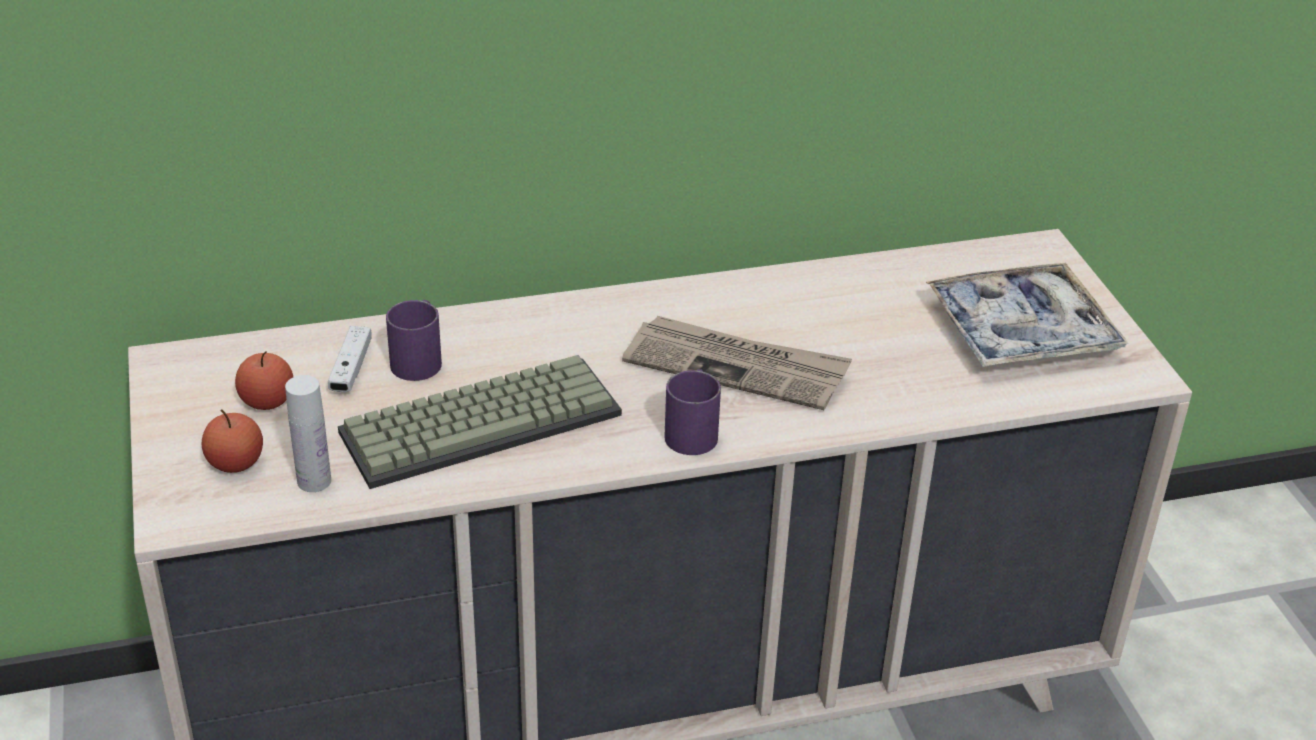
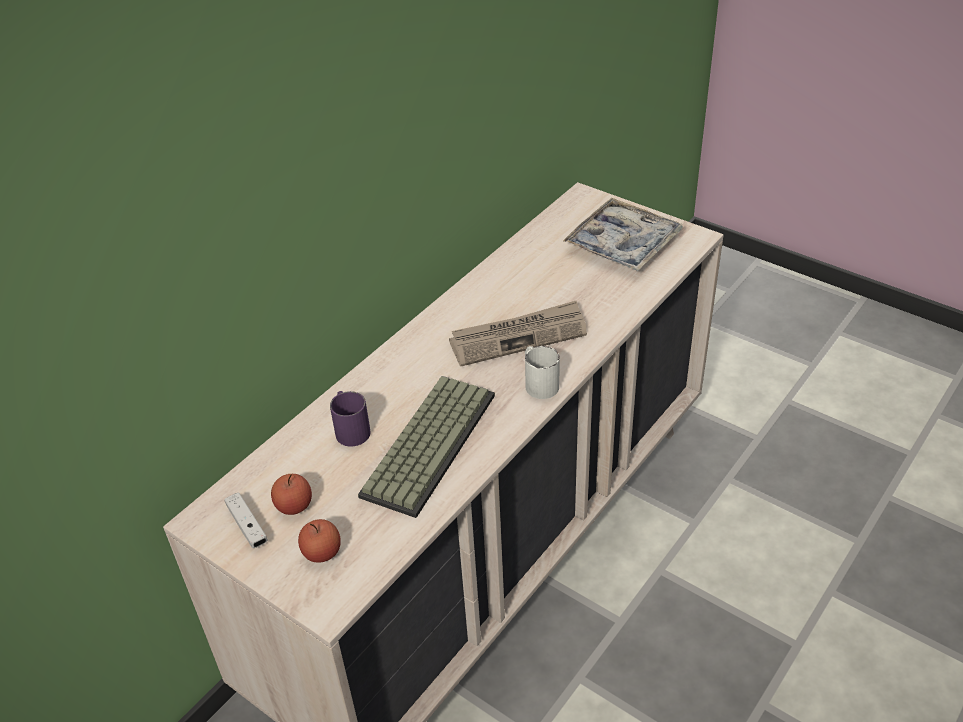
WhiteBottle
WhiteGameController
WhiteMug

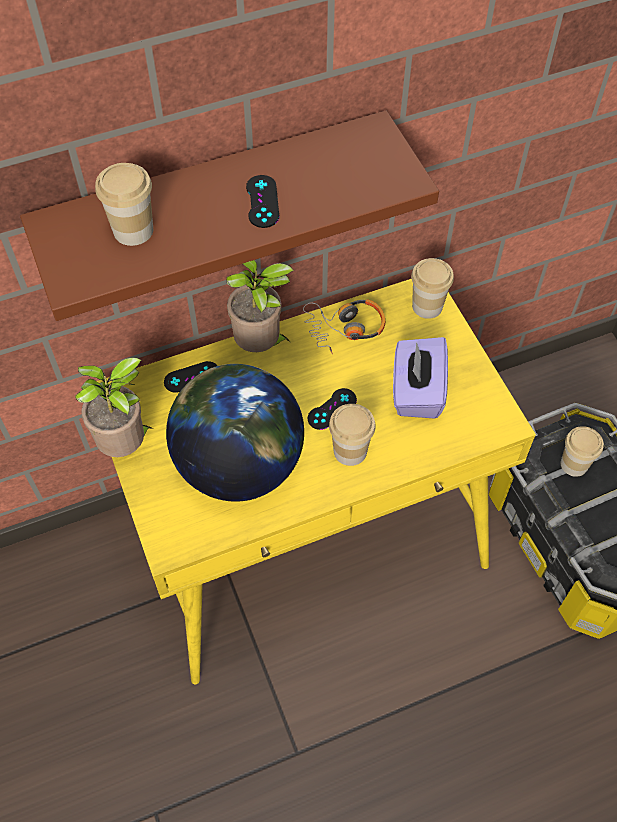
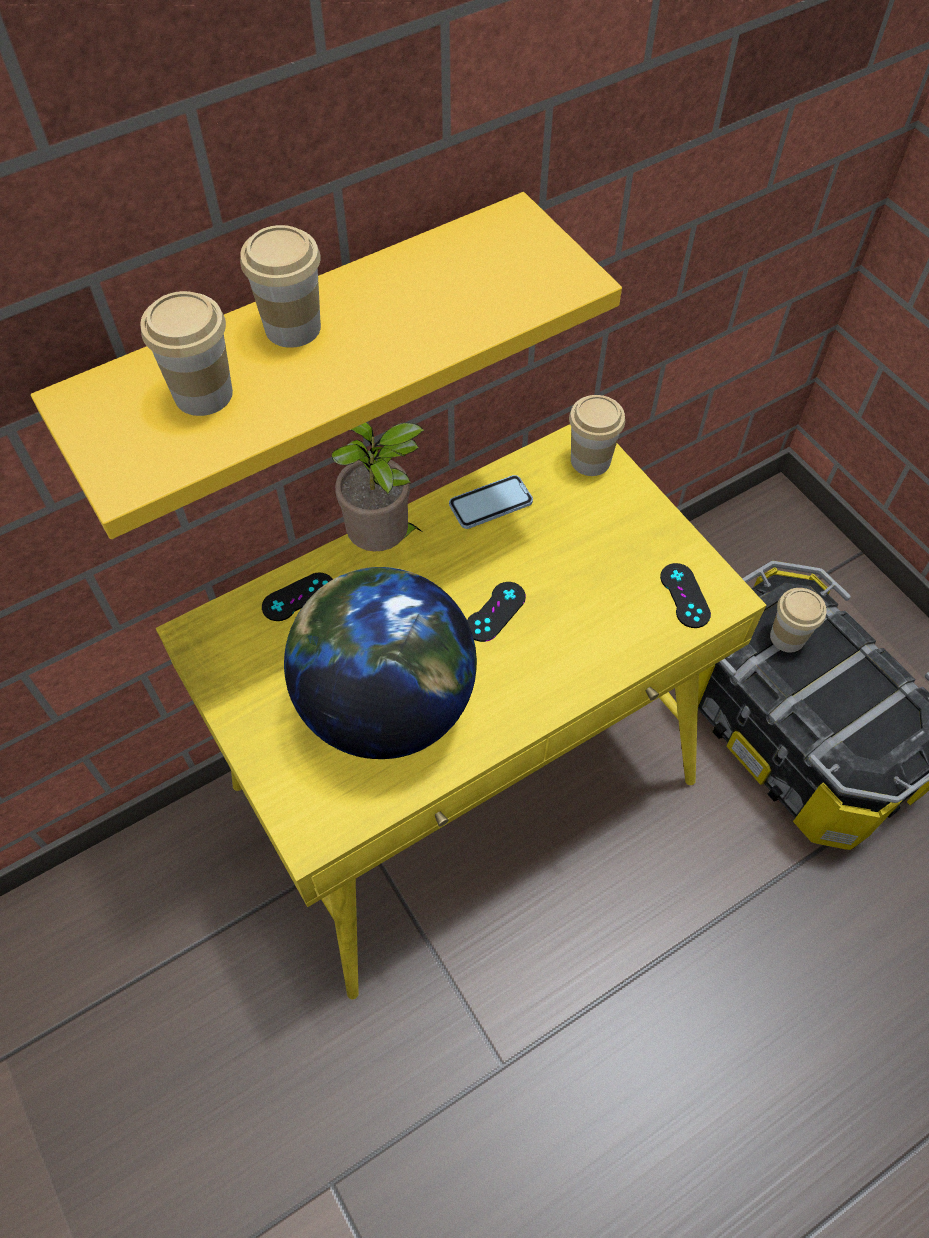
PottedPlant (no. 1 from left in the first image)
PurpleTissueBox
BlackGameController (no. 3 from left)
Cup (no. 2 from left)
Phone
YellowShelf

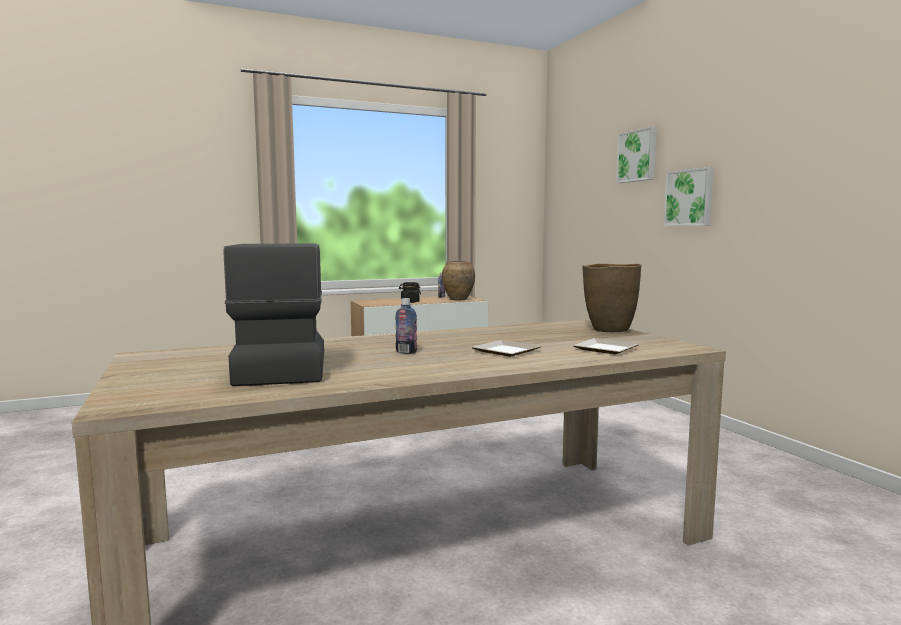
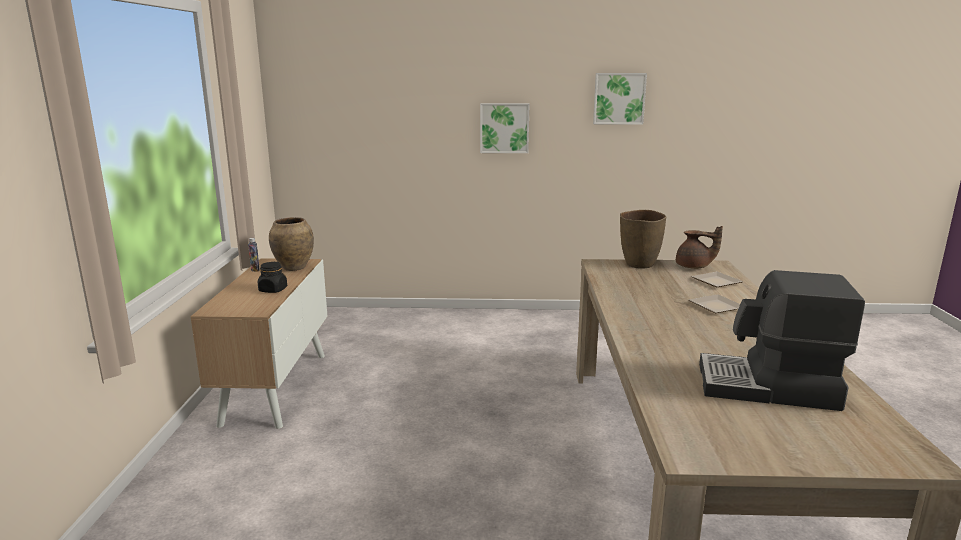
Bottle (no. 1 from left in the first image)
BrownTeapot
Picture (no. 2 from left)

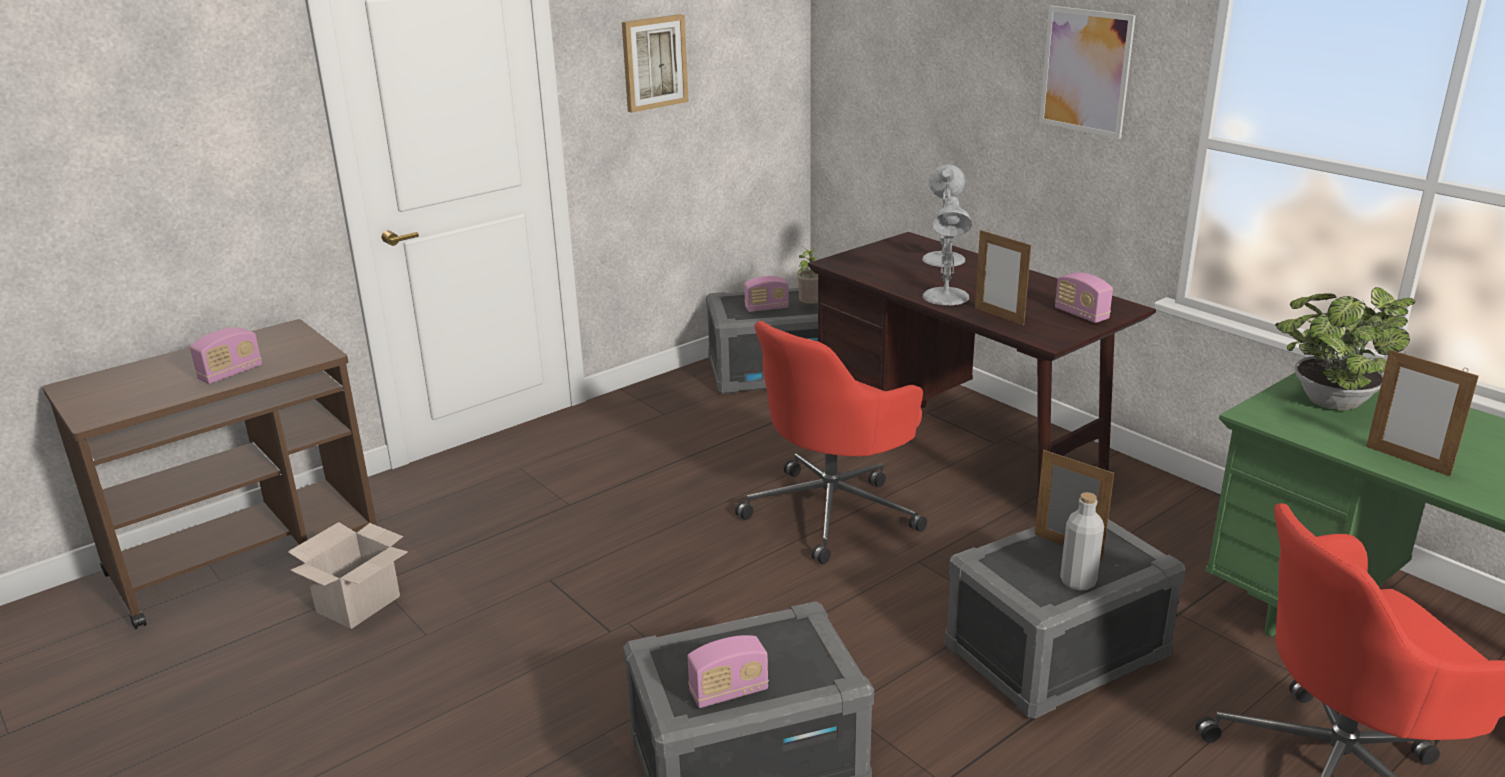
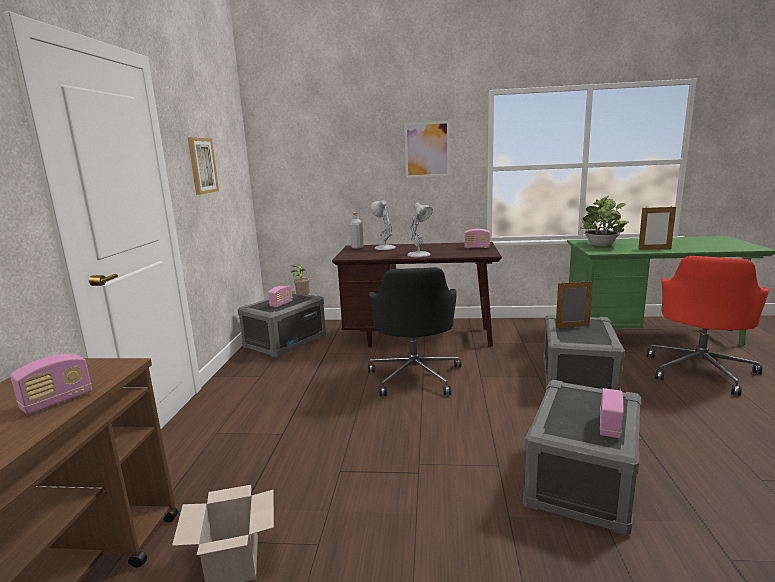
PictureFrame (no. 1 from left in the first image)
GreyBottle
BlackOfficeChair
Radio (no. 1 from left)

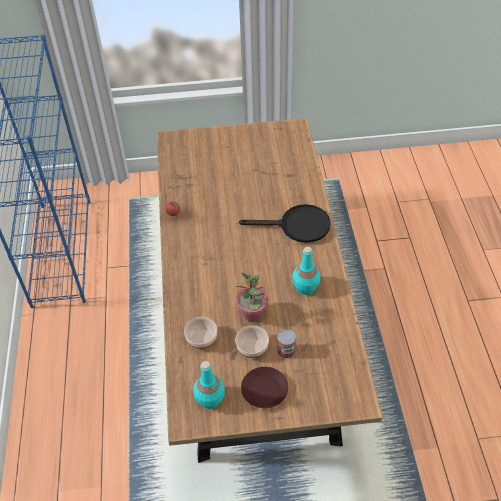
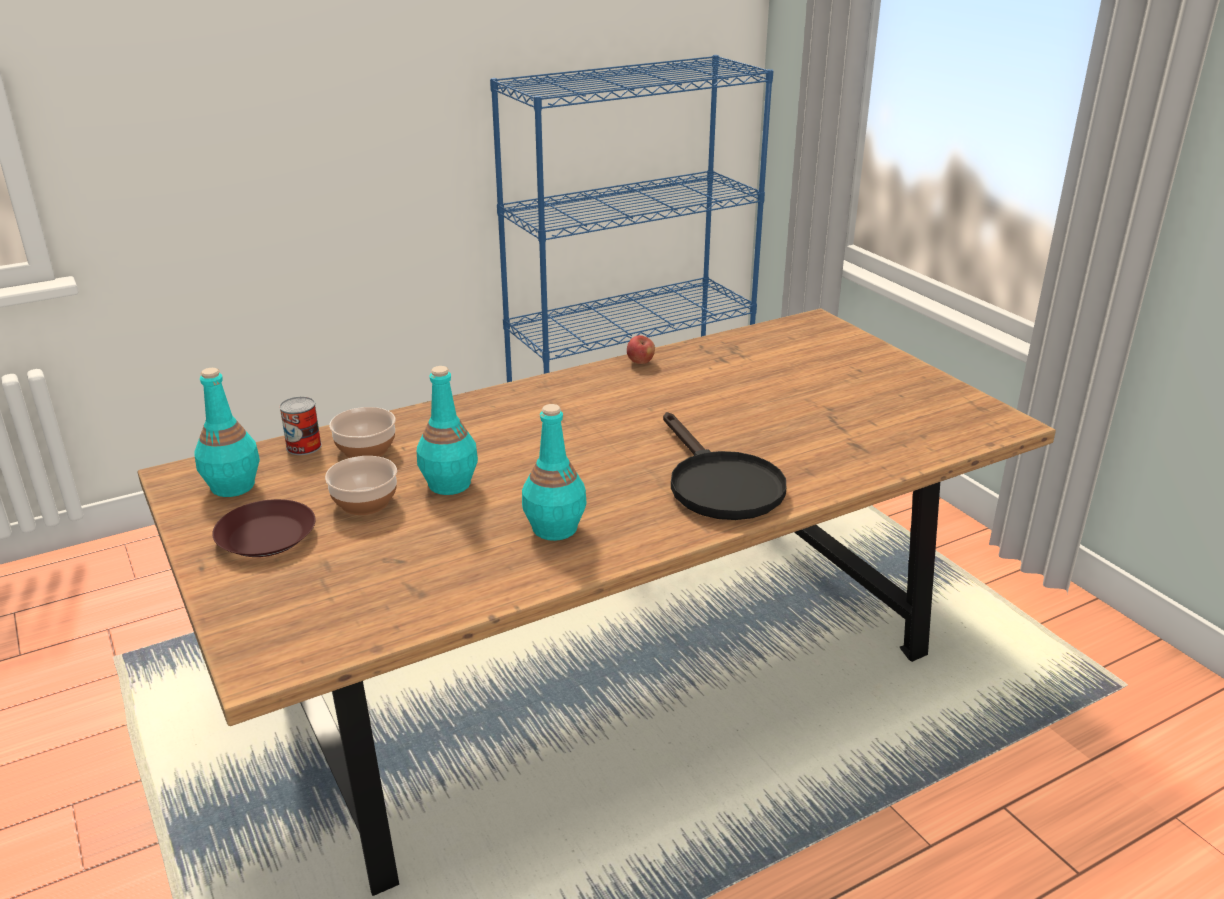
Can
TurquoiseBottle (no. 2 from left)

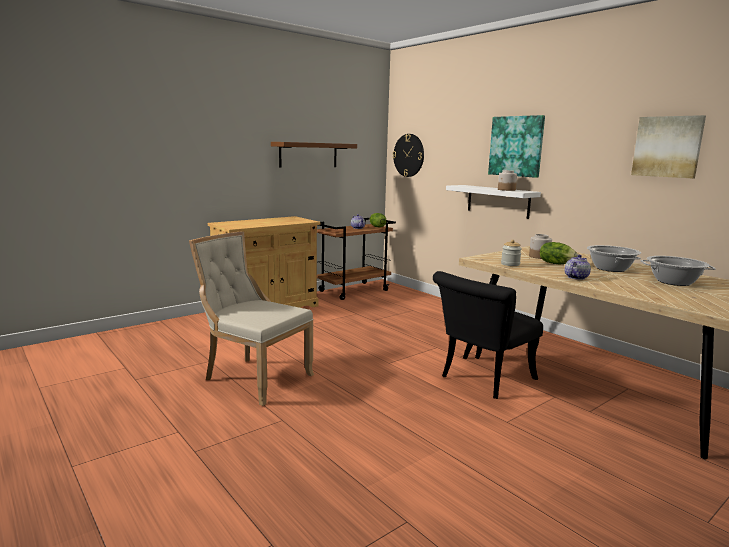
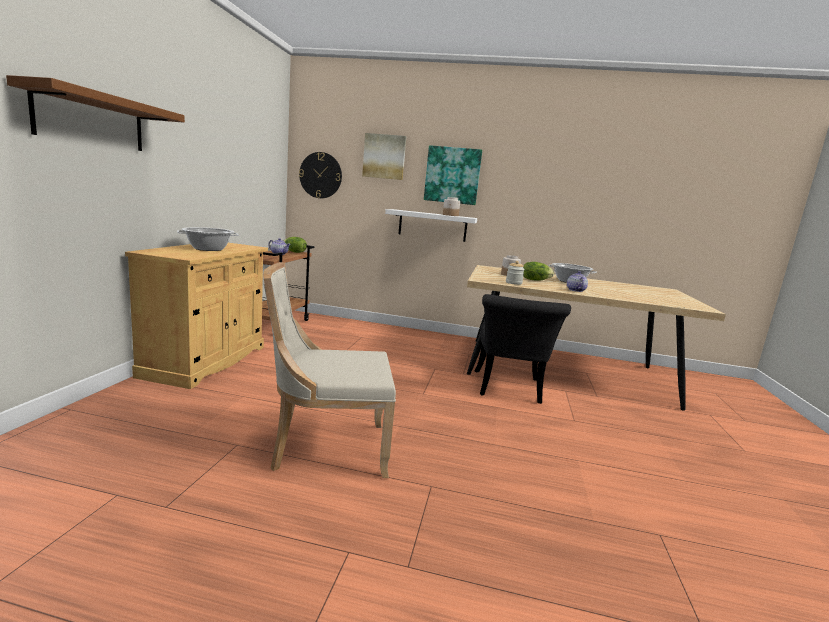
BrownShelf
Picture (no. 1 from left)
CookingPot (no. 1 from left)

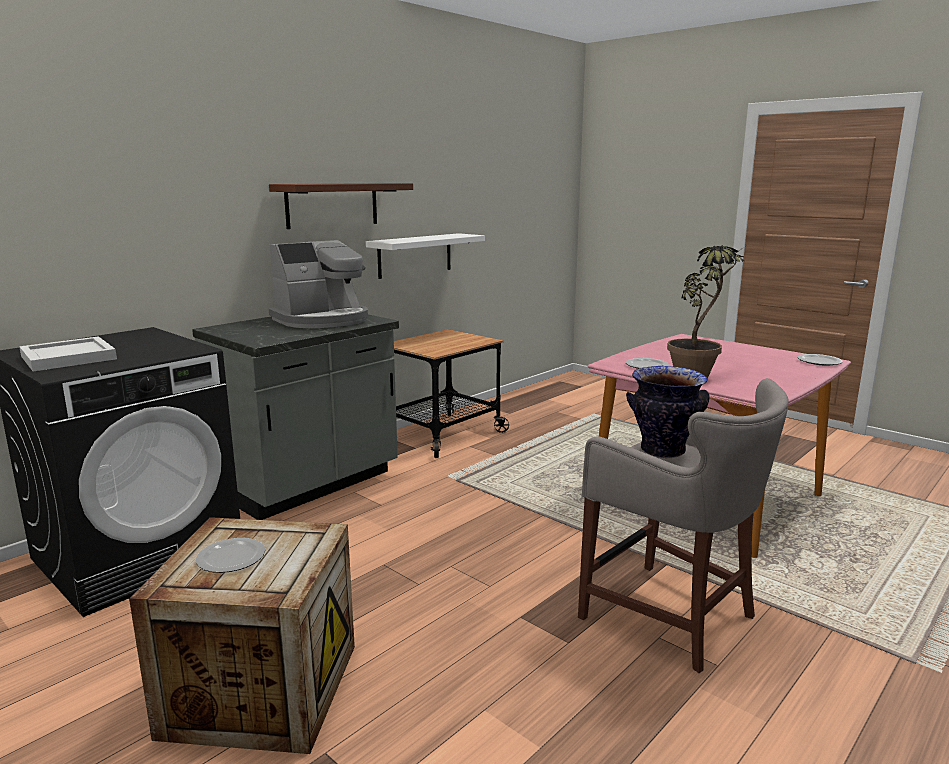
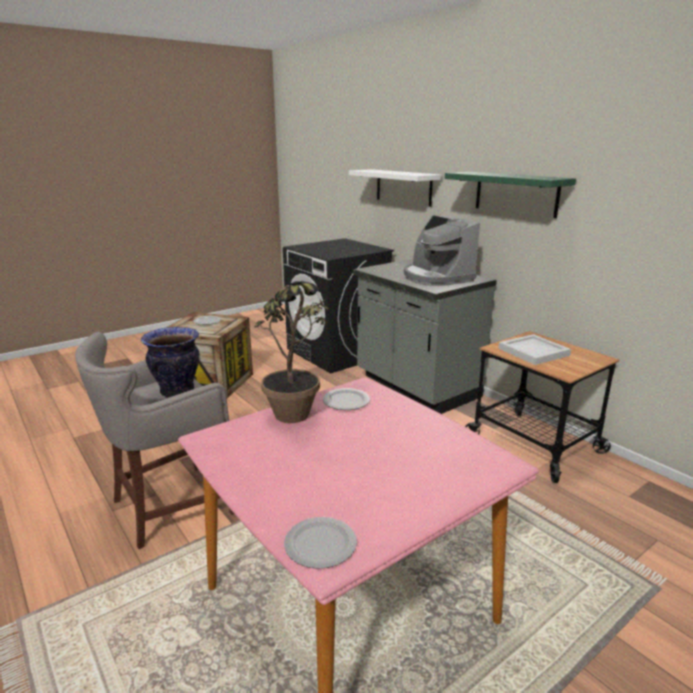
WhiteTray
WhiteShelf
GreenShelf

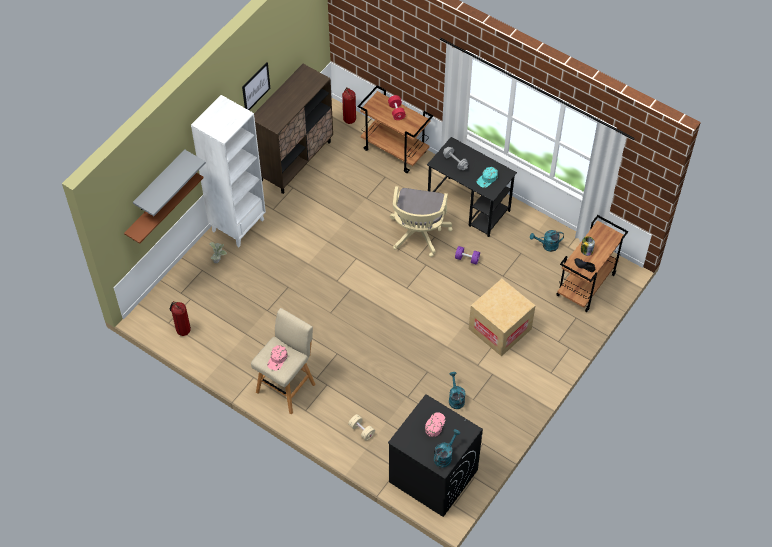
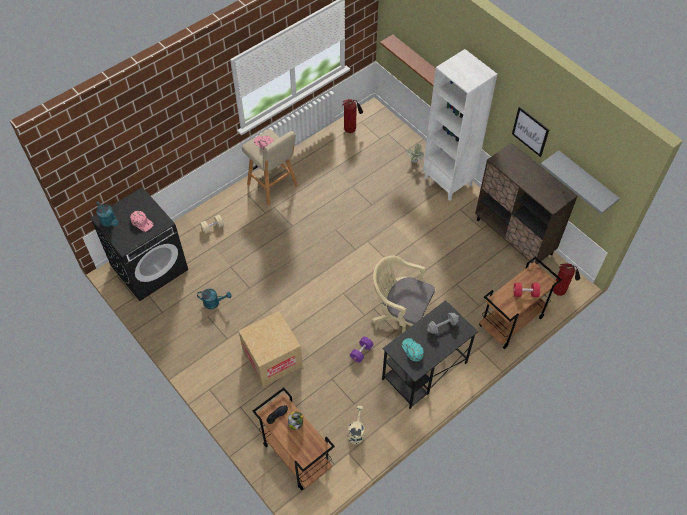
GreyShelf
BeigeWateringCan

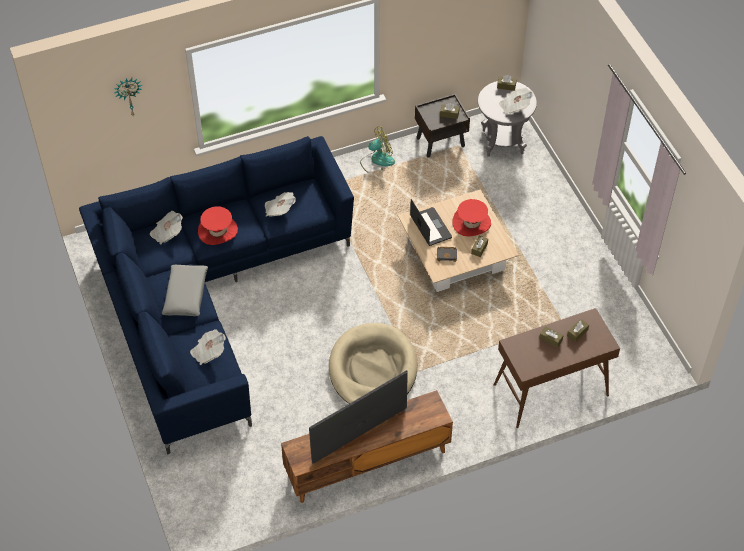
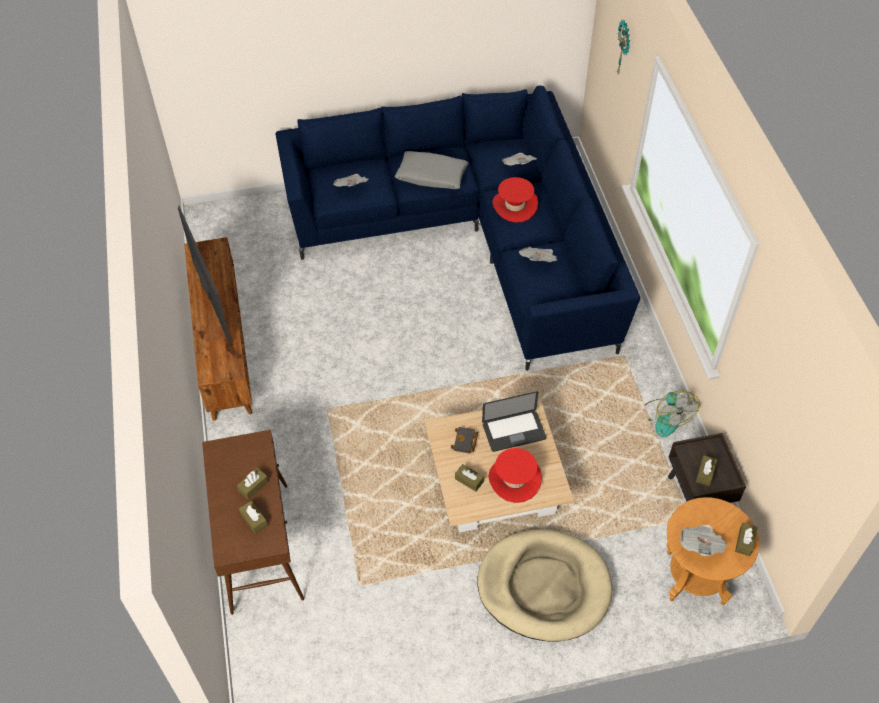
BeigeDogBed
BrownSideTable

